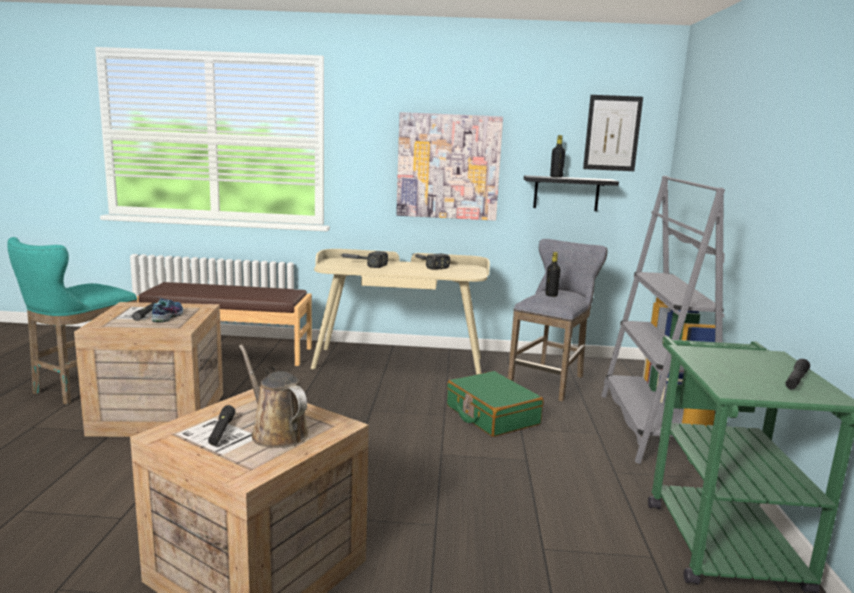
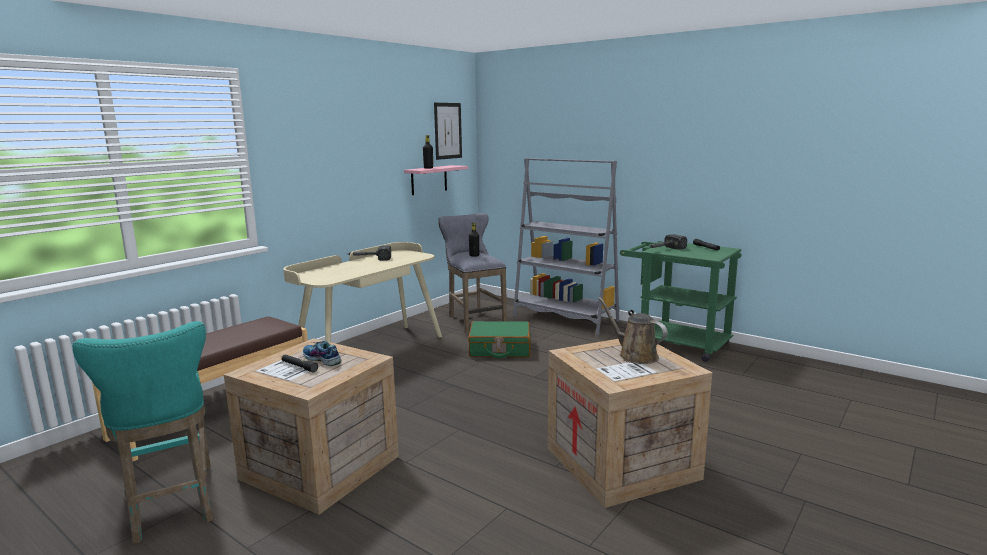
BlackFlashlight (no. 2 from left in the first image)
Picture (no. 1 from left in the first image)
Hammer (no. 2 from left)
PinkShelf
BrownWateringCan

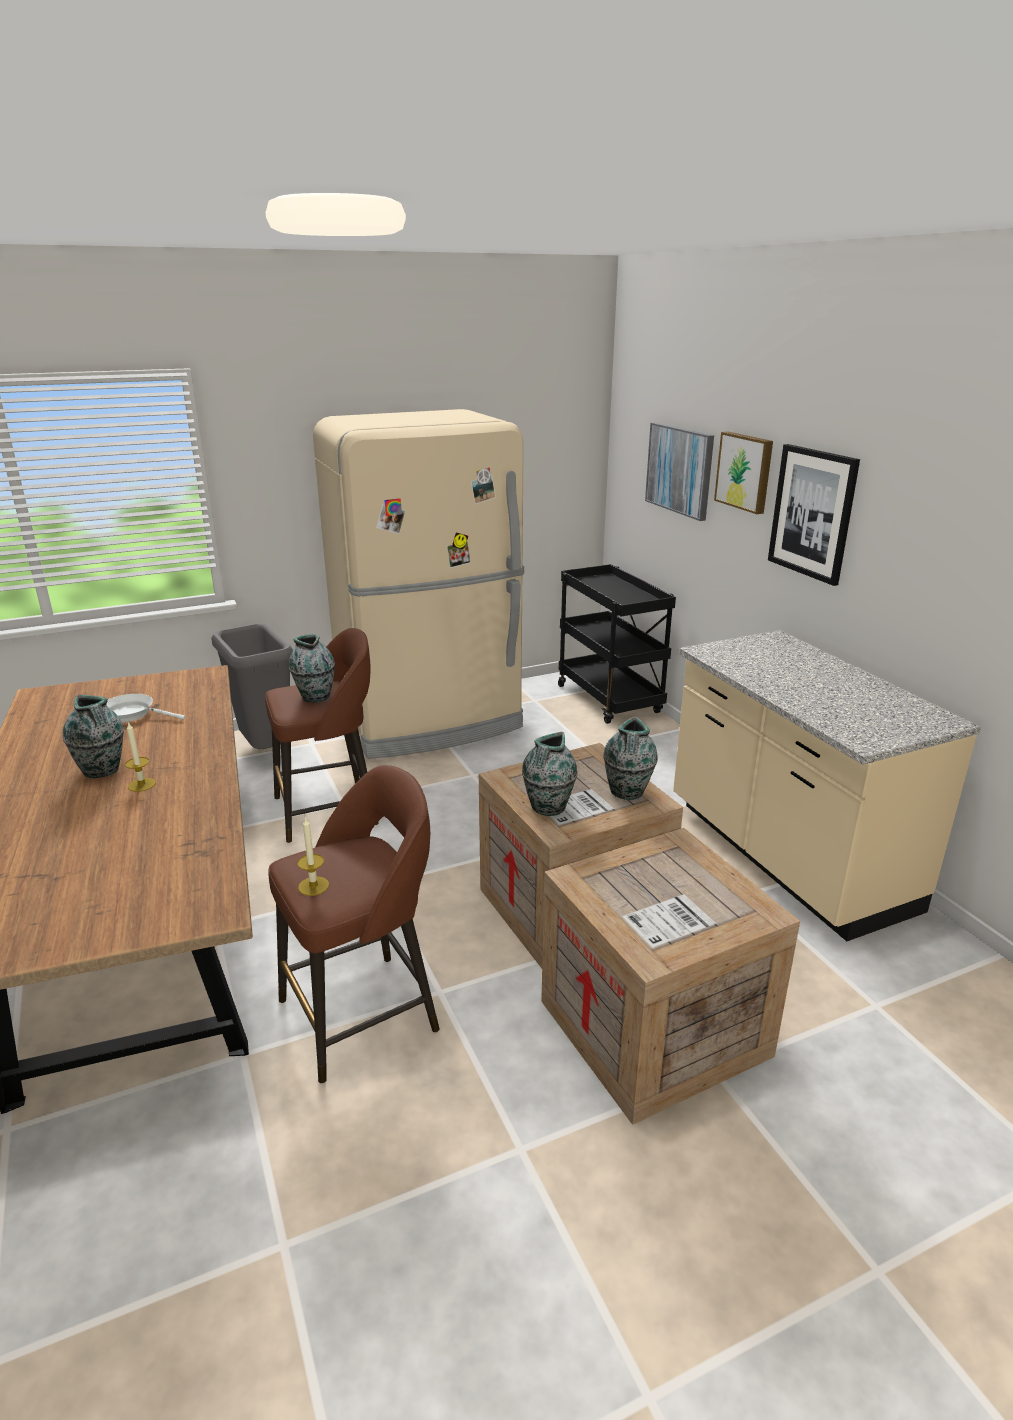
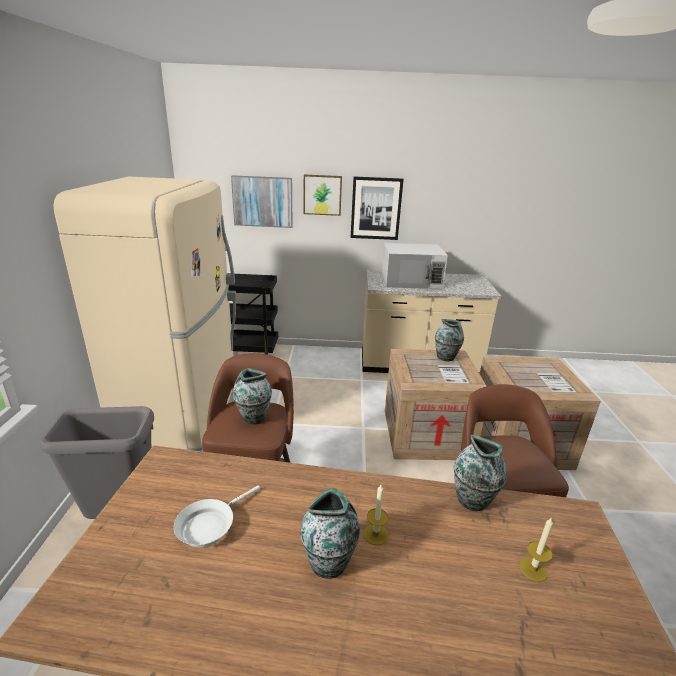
WhiteMicrowave
Candle (no. 2 from left)
Vase (no. 4 from left)

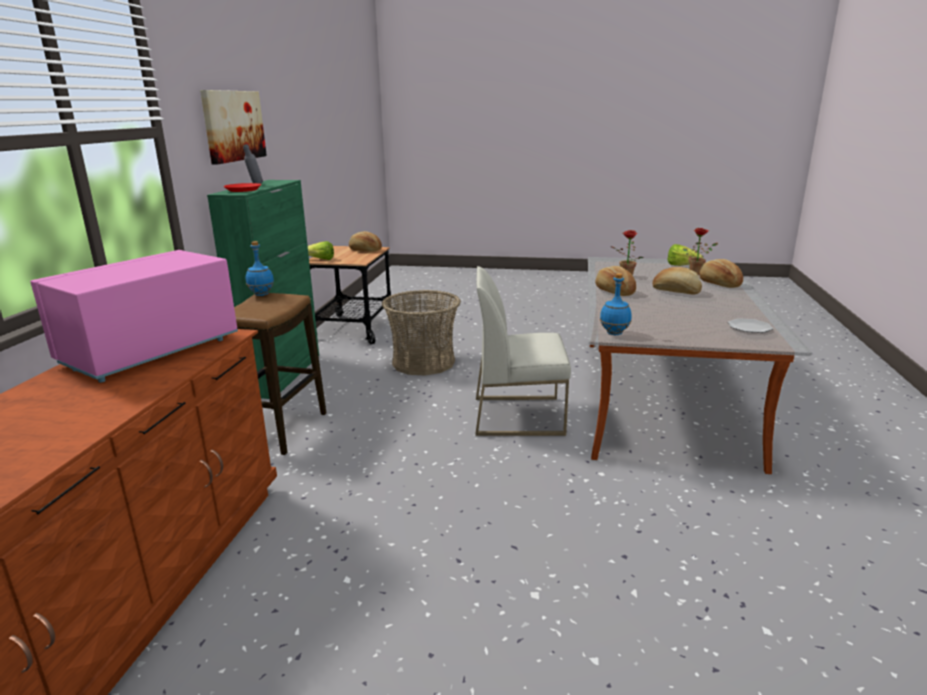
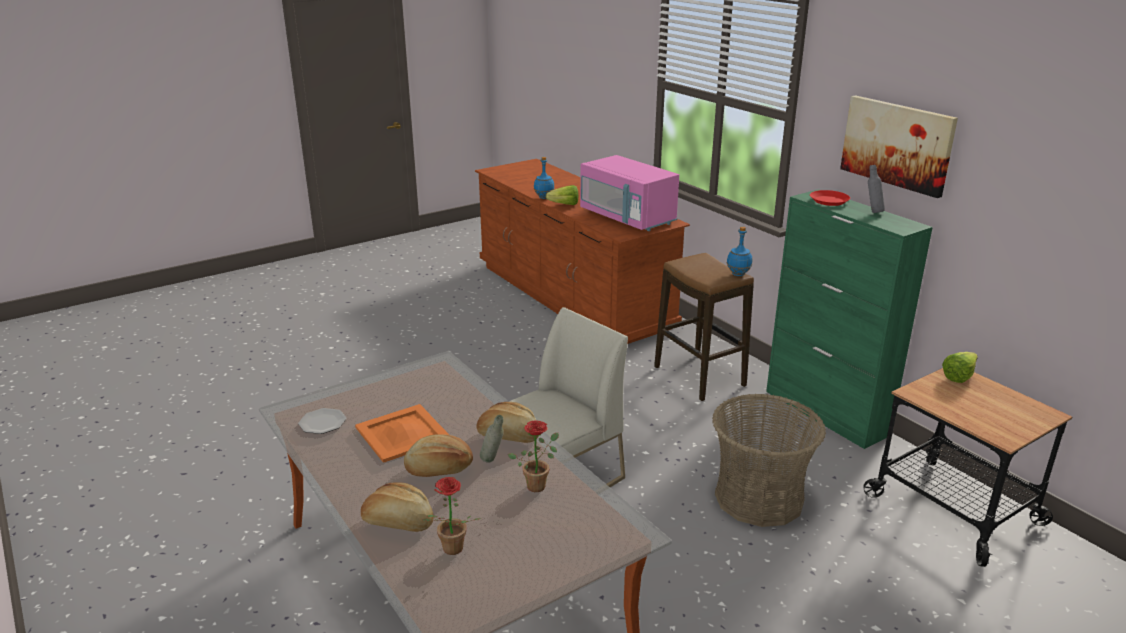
Bread (no. 1 from left in the first image)
OrangeTray
GreyBottle (no. 1 from left)
BlueBottle (no. 1 from left)
Lettuce (no. 1 from left)
PinkMicrowave

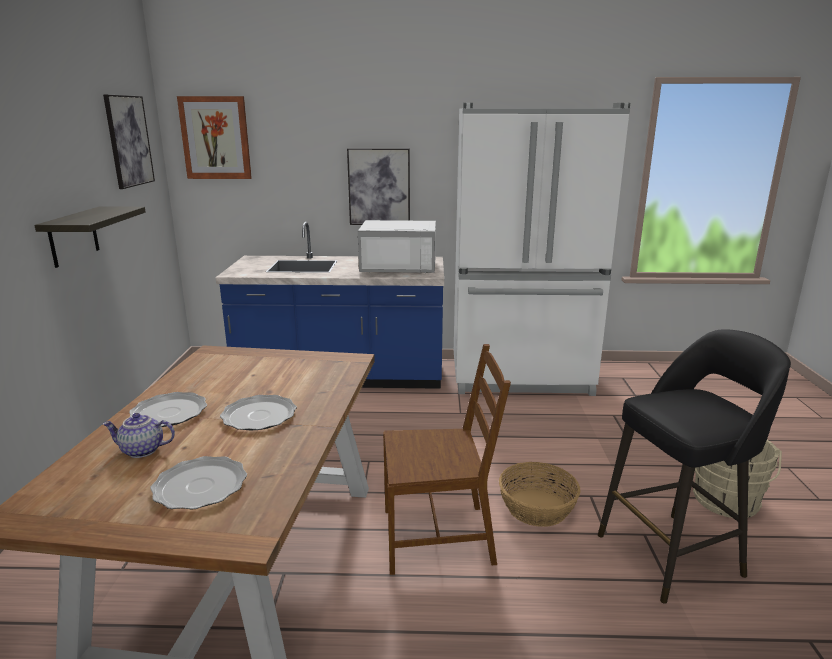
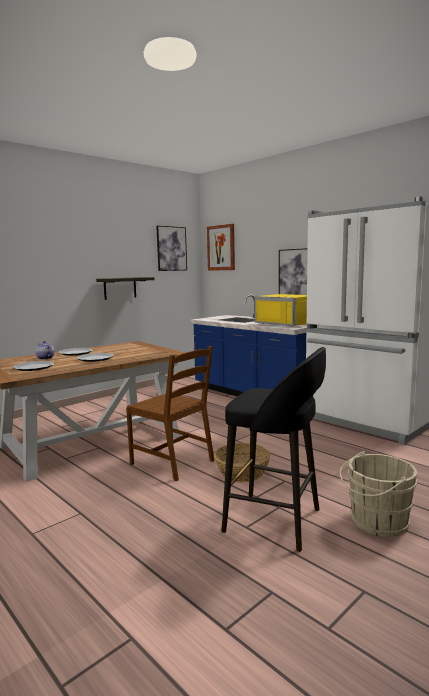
YellowMicrowave

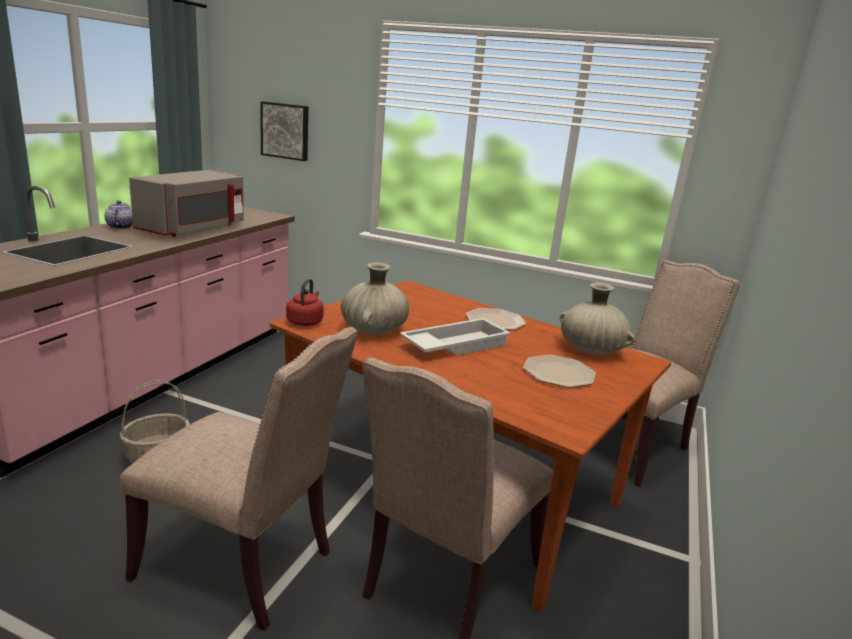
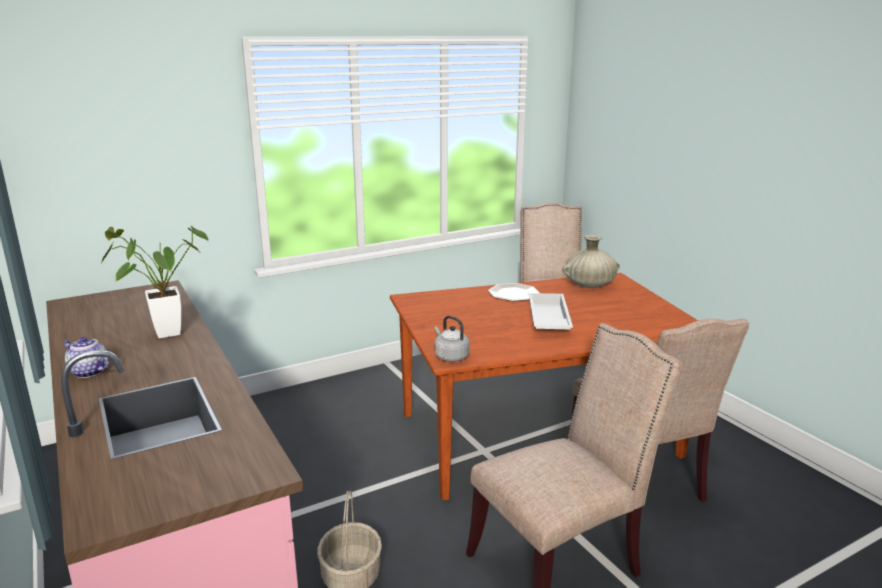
Picture
BeigeVase (no. 1 from left in the first image)
Plate (no. 2 from left in the first image)
PottedPlant
GreyKettle

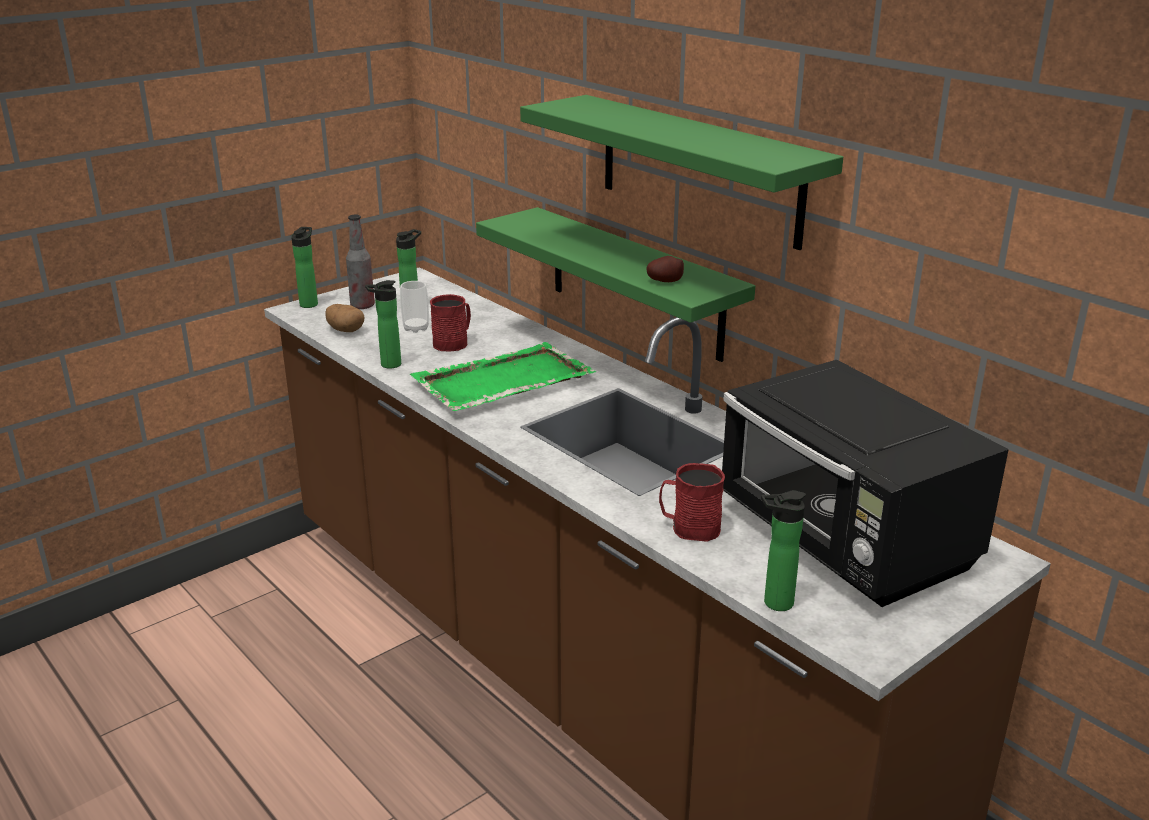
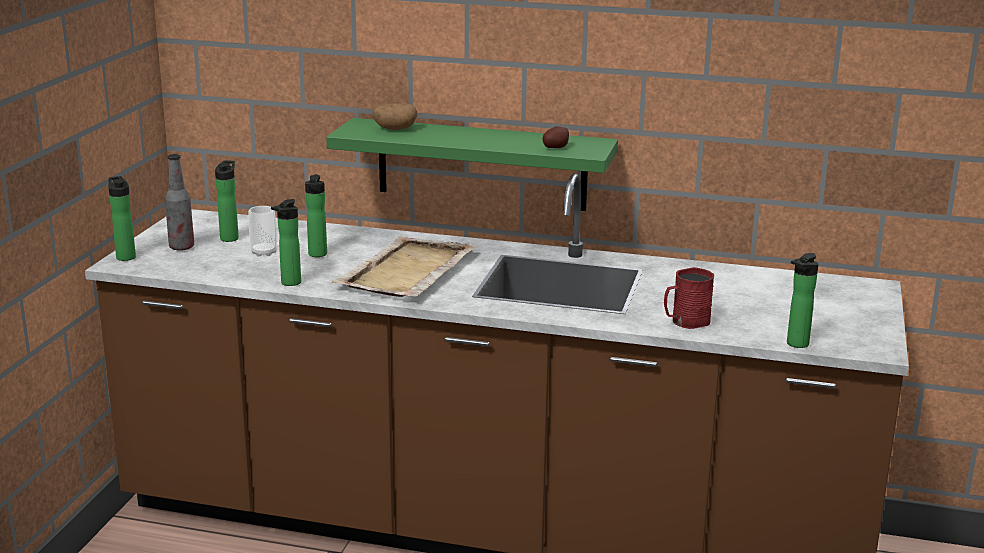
GreenShelf (no. 2 from left in the first image)
BlackMicrowave
Potato (no. 1 from left)
Bottle (no. 5 from left)
BeigeTray

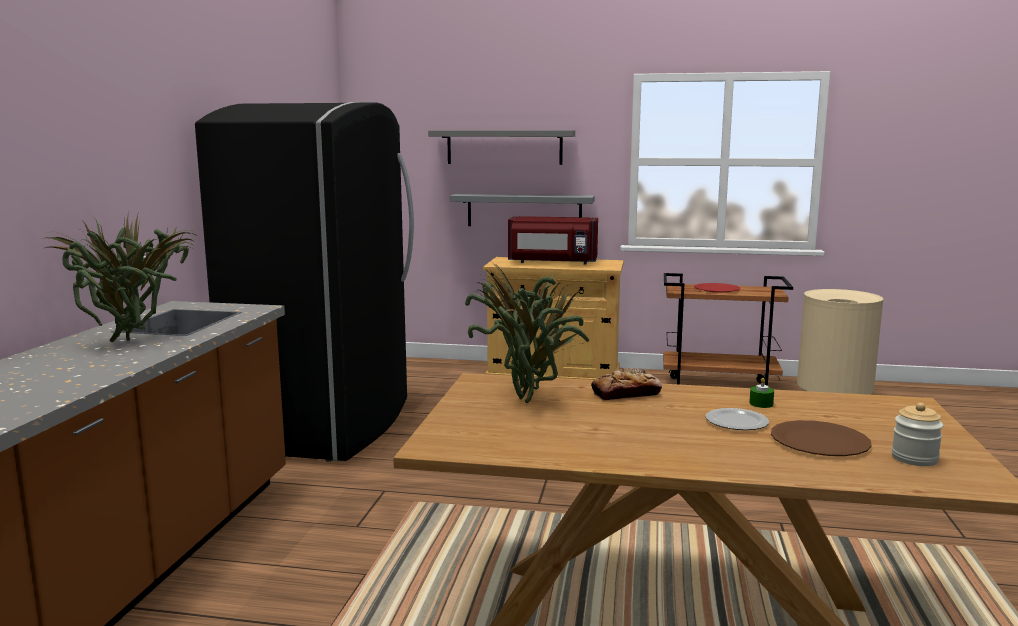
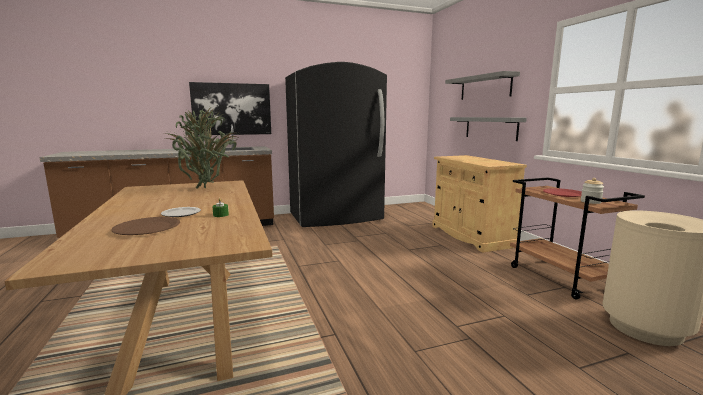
RedMicrowave
Bread
Picture
Jar

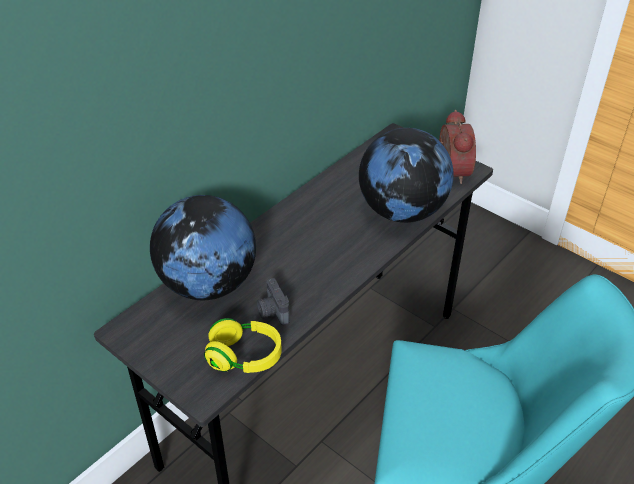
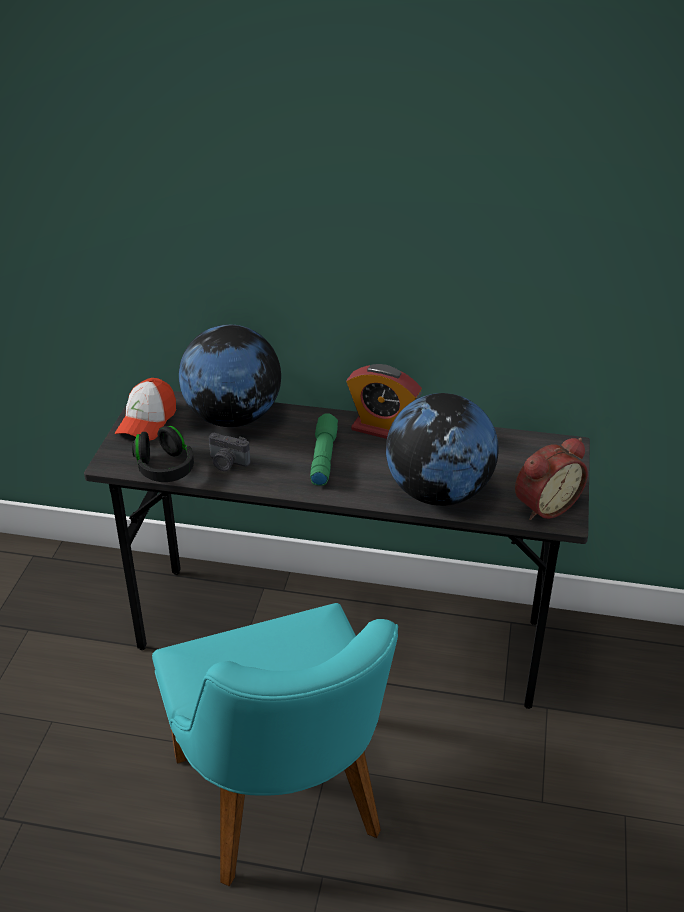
Cap
GreenFlashlight
AlarmClock (no. 1 from left)
BlackHeadphones
PhotoCamera

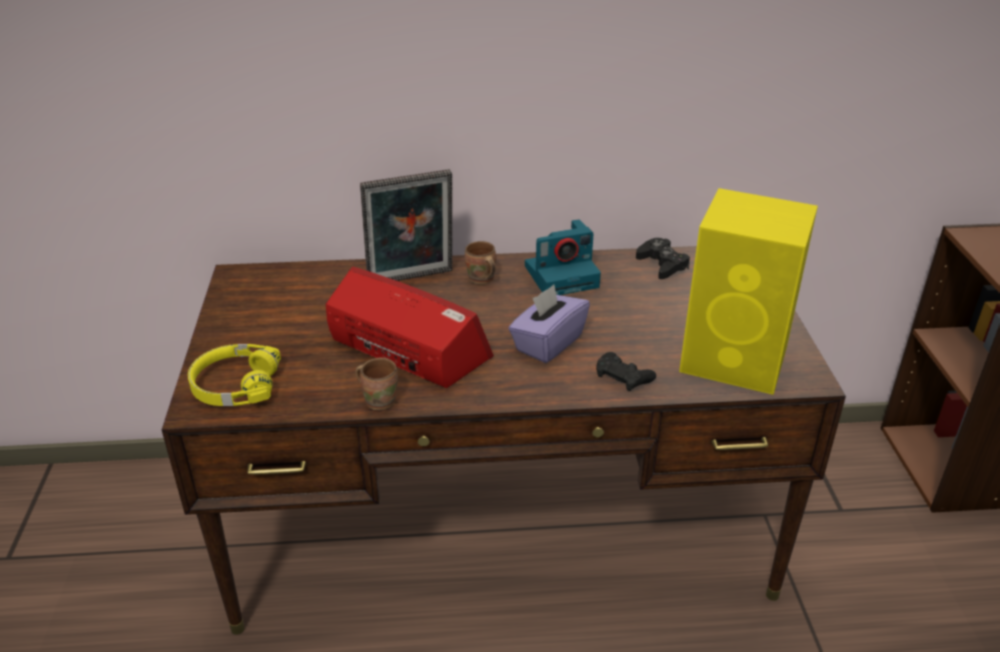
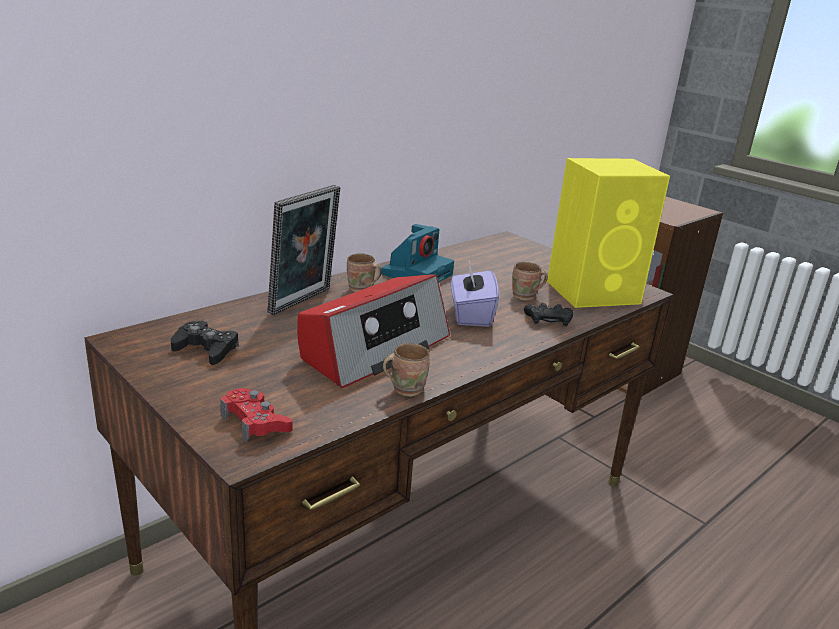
BrownMug (no. 3 from left)
BlackGameController (no. 1 from left)
RedGameController
Radio

